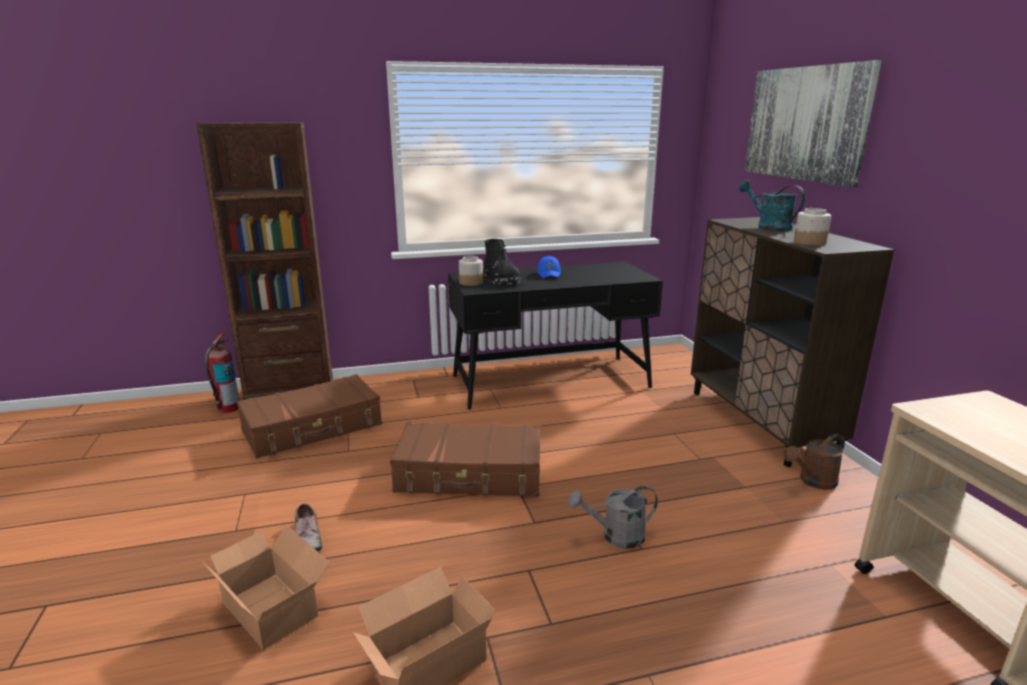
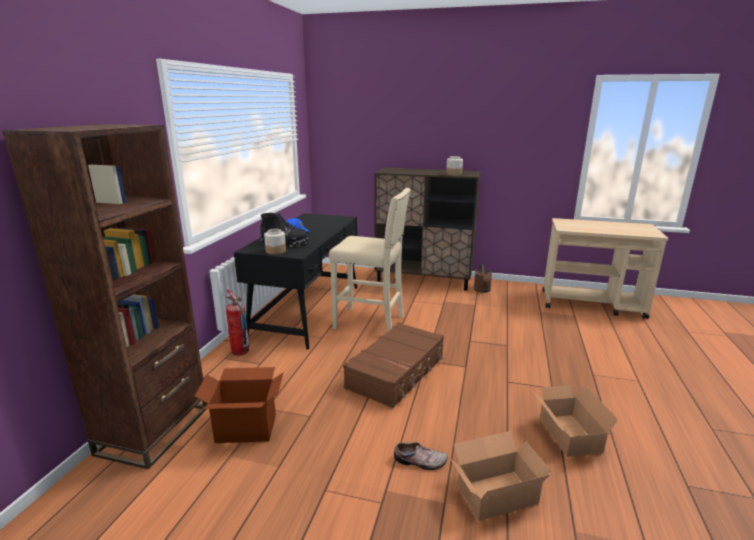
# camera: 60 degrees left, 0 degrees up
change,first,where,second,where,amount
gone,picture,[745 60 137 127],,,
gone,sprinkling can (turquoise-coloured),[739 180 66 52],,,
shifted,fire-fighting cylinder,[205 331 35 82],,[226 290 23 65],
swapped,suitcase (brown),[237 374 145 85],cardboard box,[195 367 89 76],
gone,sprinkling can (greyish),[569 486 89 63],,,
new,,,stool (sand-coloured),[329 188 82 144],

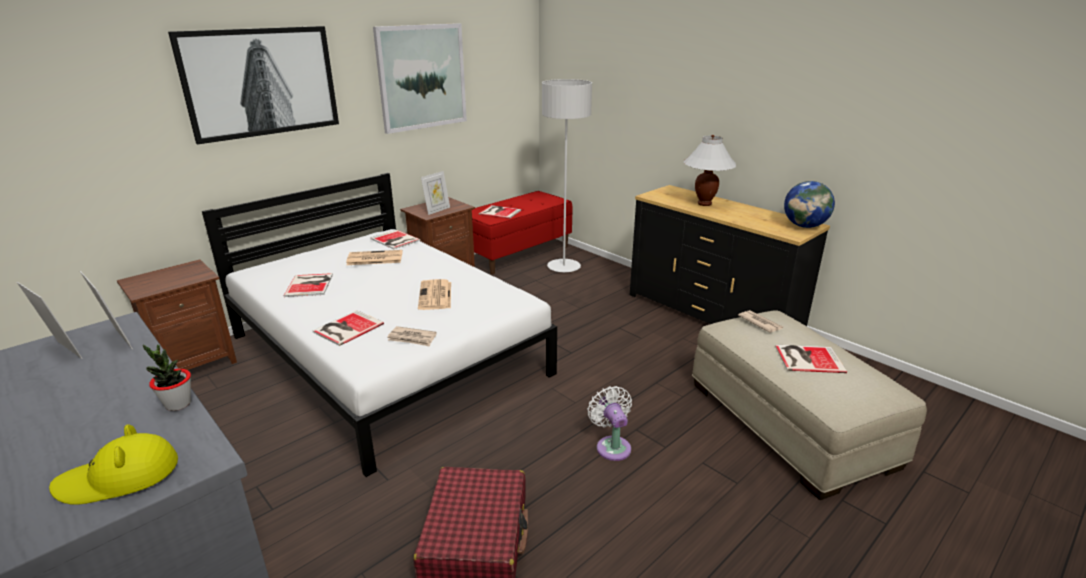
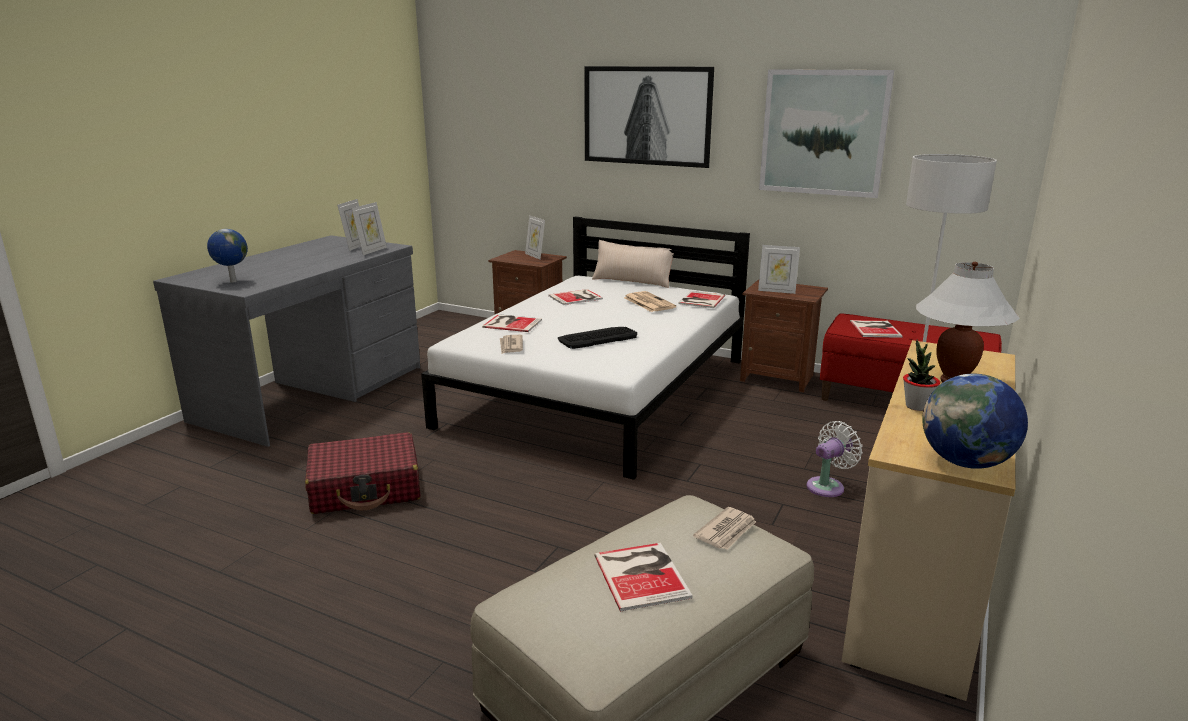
# camera: 70 degrees right, 5 degrees down
change,first,where,second,where,amount
repainted,chest of drawers (black),[630 185 200 141],chest of drawers (sand-coloured),[842 340 173 361],
swapped,daily paper,[418 279 33 31],keyboard,[558 327 79 22],
shifted,potted plant,[143 344 48 67],,[903 339 37 72],
shifted,cooling fan (white-coloured),[588 386 44 75],,[807 421 56 76],
swapped,clothing hat (yellow),[49 424 129 80],world globe,[207 229 41 54],
new,,,standing frame,[525 215 20 44],
new,,,pillow (sand-coloured),[592 240 82 48],

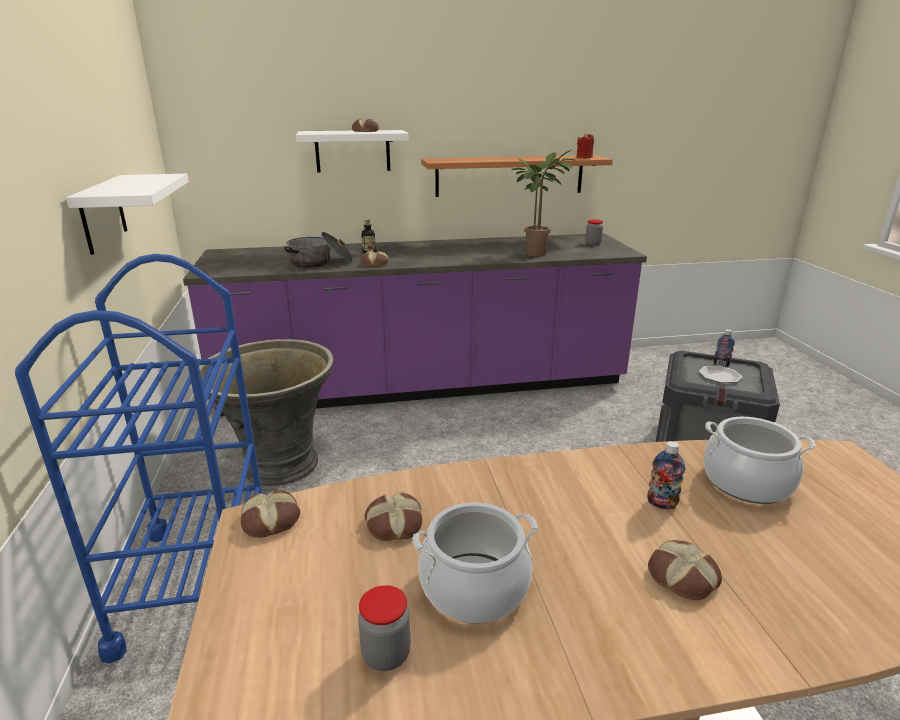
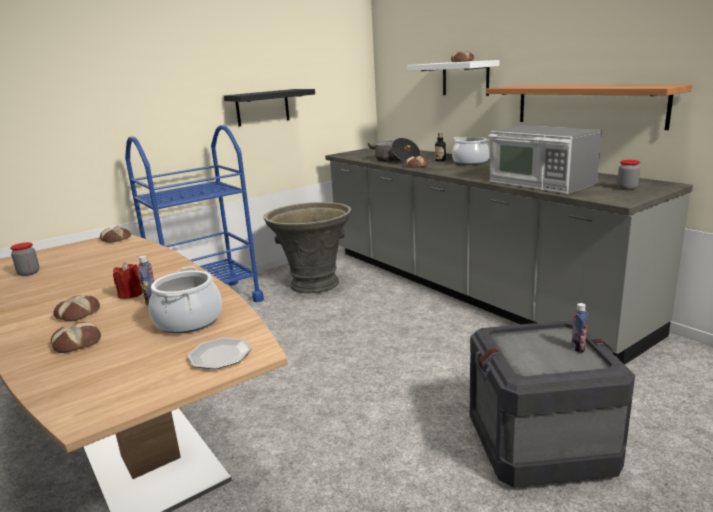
# camera: 65 degrees right, 5 degrees down
change,first,where,second,where,amount
shifted,wax light (reddish),[576 133 18 25],,[113 262 30 37],
swapped,potted plant,[511 150 63 107],microwave,[488 125 114 69],
repainted,bracket shelf (white-coloured),[66 174 123 81],bracket shelf (black),[224 89 91 37],
repainted,kitchen base unit (purplish),[183 233 464 184],kitchen base unit (greyish),[325 148 368 217],
shifted,plate,[699 366 43 17],,[187 337 64 32],
shifted,bakery bread,[364 492 58 49],,[51 322 50 31],
shifted,stockpot,[412 503 126 121],,[452 137 38 28],

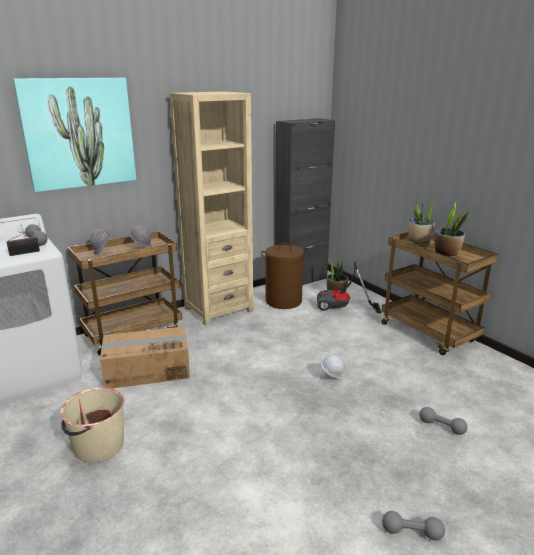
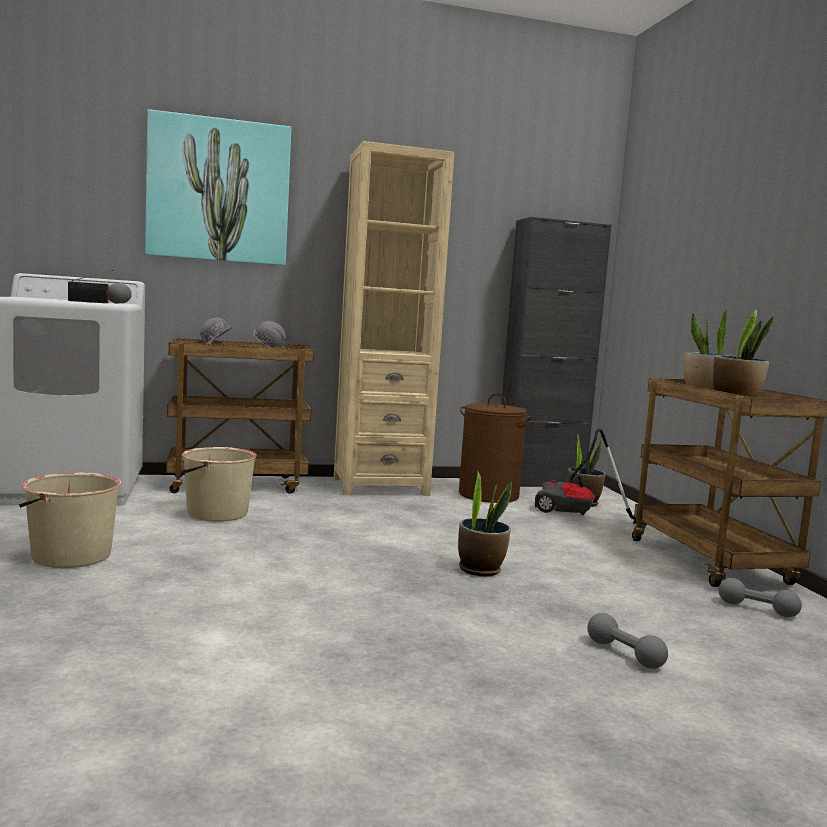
# camera: 20 degrees right, 15 degrees down
change,first,where,second,where,amount
swapped,cardboard box,[100 326 90 62],bucket (sand-coloured),[180 447 77 75],
swapped,work helmet (white-coloured),[321 355 24 25],potted plant,[458 470 54 106],
shifted,dumbbell (greyish),[382 511 63 29],,[719 578 83 39],

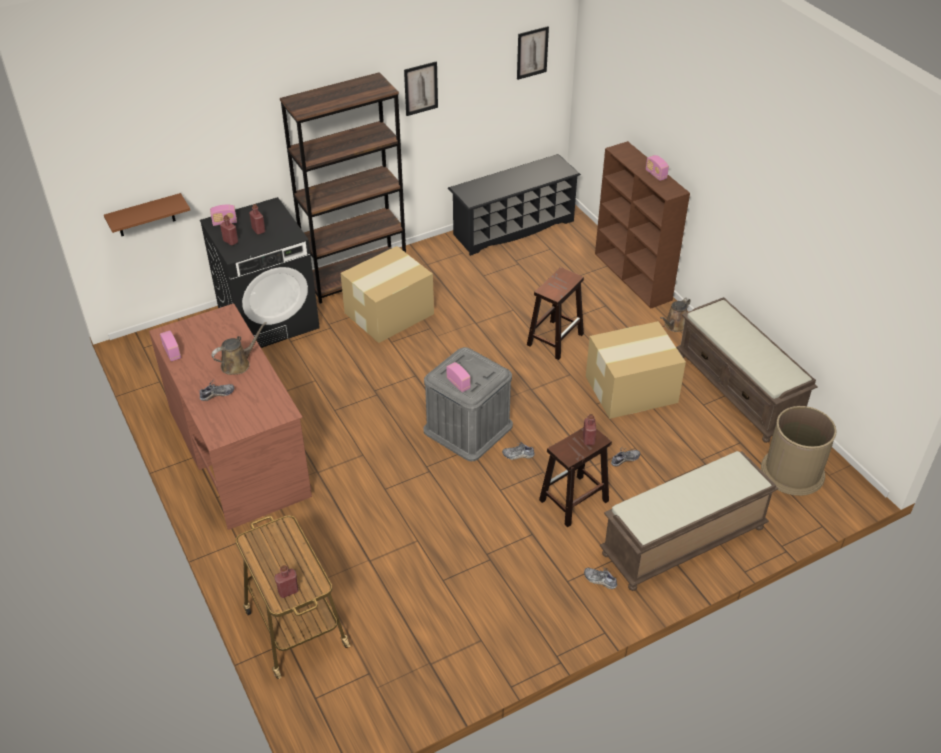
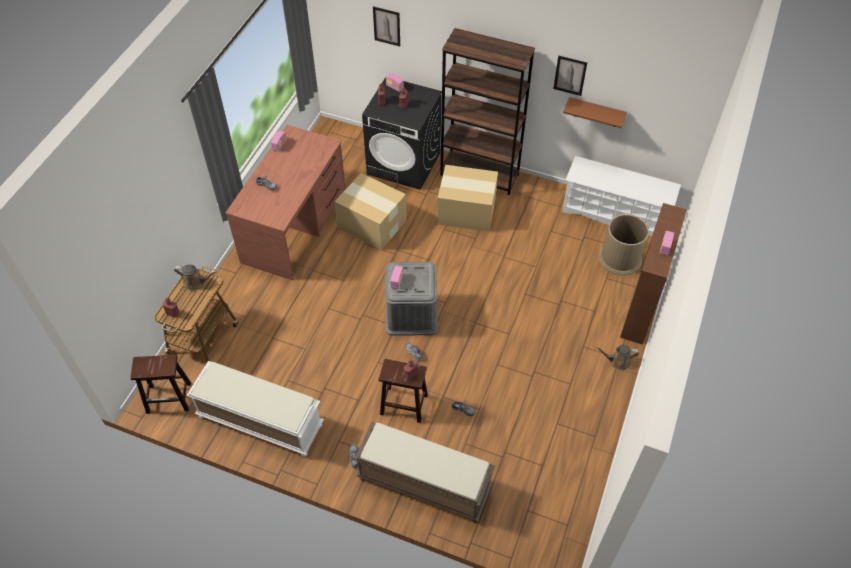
# camera: 50 degrees right, 10 degrees up
change,first,where,second,where,amount
shifted,picture,[517 26 32 54],,[373 6 27 40],
repainted,shoe stand (black),[448 154 133 102],shoe stand (white-coloured),[562 156 119 81],
shifted,bracket shelf (brown),[104 193 86 43],,[563 97 64 31],
shifted,stool (brown),[527 267 57 93],,[130 354 61 60],
gone,long seat (brown),[676 297 141 146],,,
shifted,cardboard box,[586 321 100 98],,[334 173 73 77],
shifted,sprinkling can (brown),[211 322 56 53],,[174 264 43 27],
shifted,trash can (brown),[761 406 75 90],,[599 214 50 62],
new,,,long seat (white-coloured),[186 361 138 96],

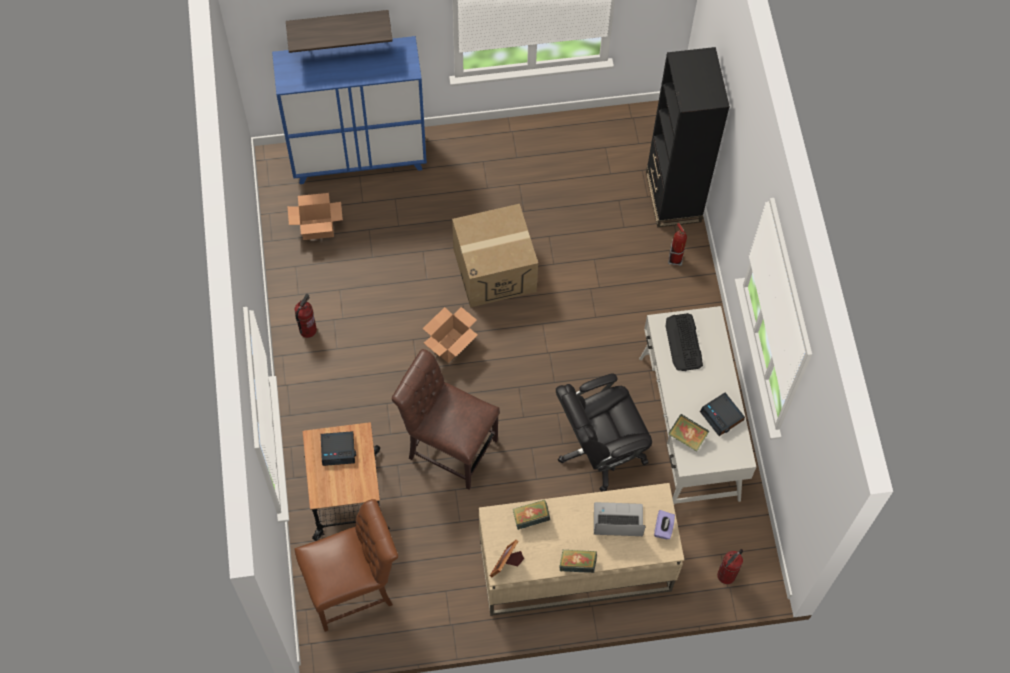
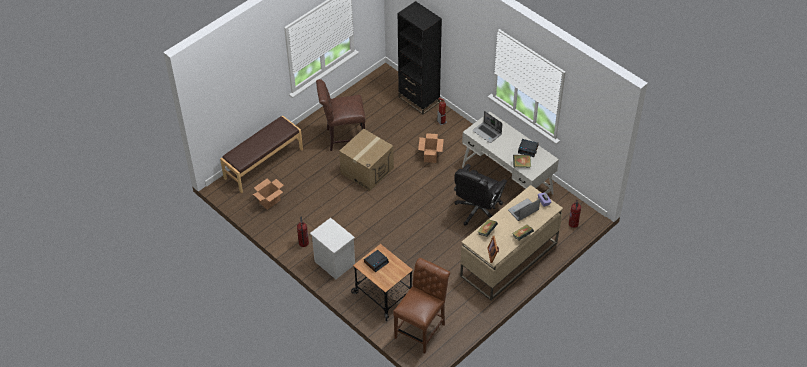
# camera: 35 degrees left, 15 degrees down
change,first,where,second,where,amount
gone,bracket shelf,[286 10 107 43],,,
swapped,storage cabinet (blue-coloured),[272 36 155 148],long seat (brown),[220 116 83 77],
shifted,cardboard box,[423 307 55 56],,[418 133 26 30],
swapped,keyboard,[665 313 38 58],portable computer,[473 111 29 32],
shifted,upright chair (brown),[392 349 108 141],,[316 79 49 72],
new,,,bedside table (white-coloured),[310 218 45 61],

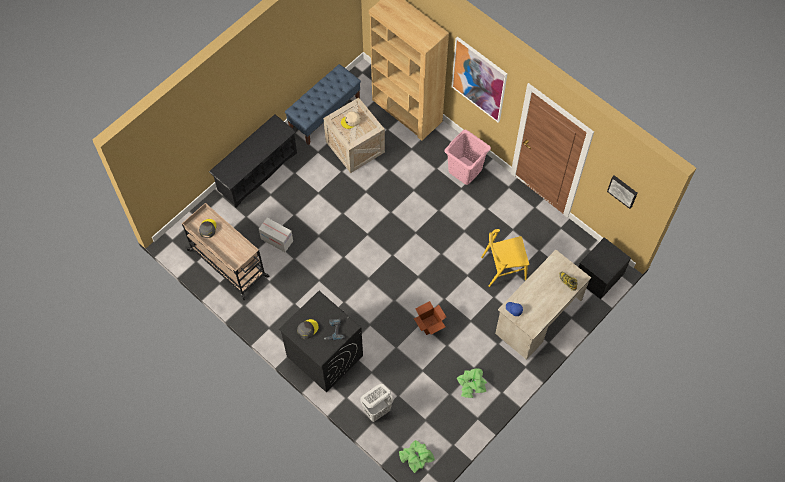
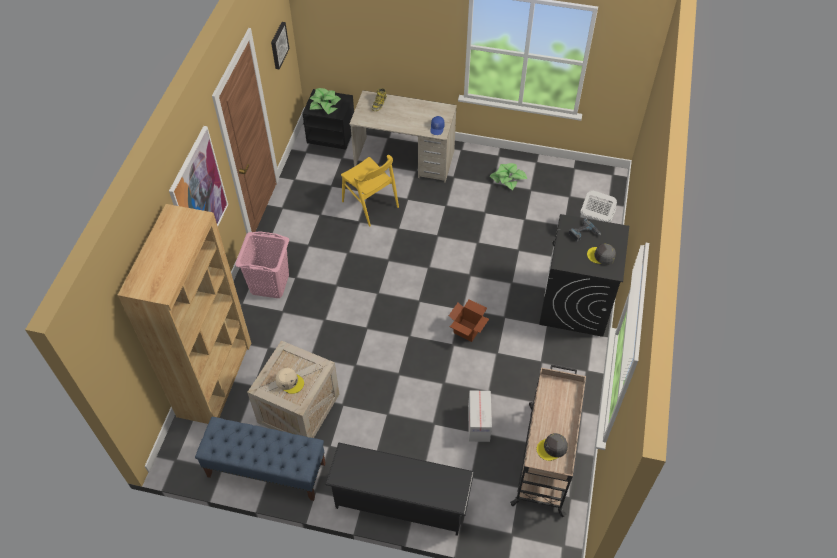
# camera: 120 degrees left, 10 degrees down
change,first,where,second,where,amount
shifted,cardboard box,[414 301 32 34],,[449 299 40 43],
shifted,potted plant,[399 440 36 33],,[310 88 31 27],

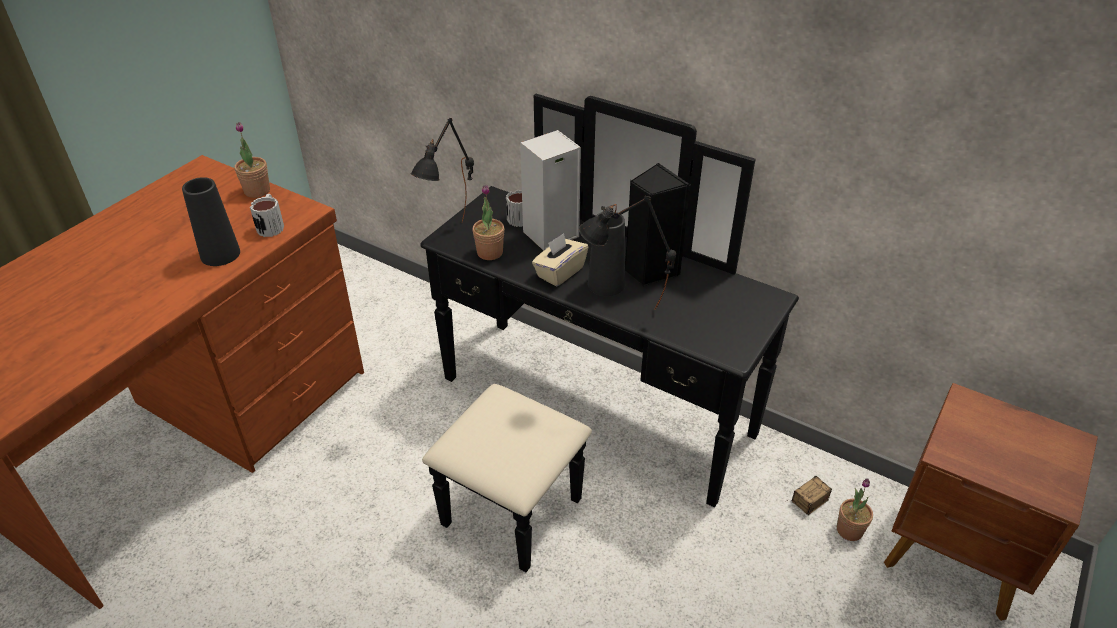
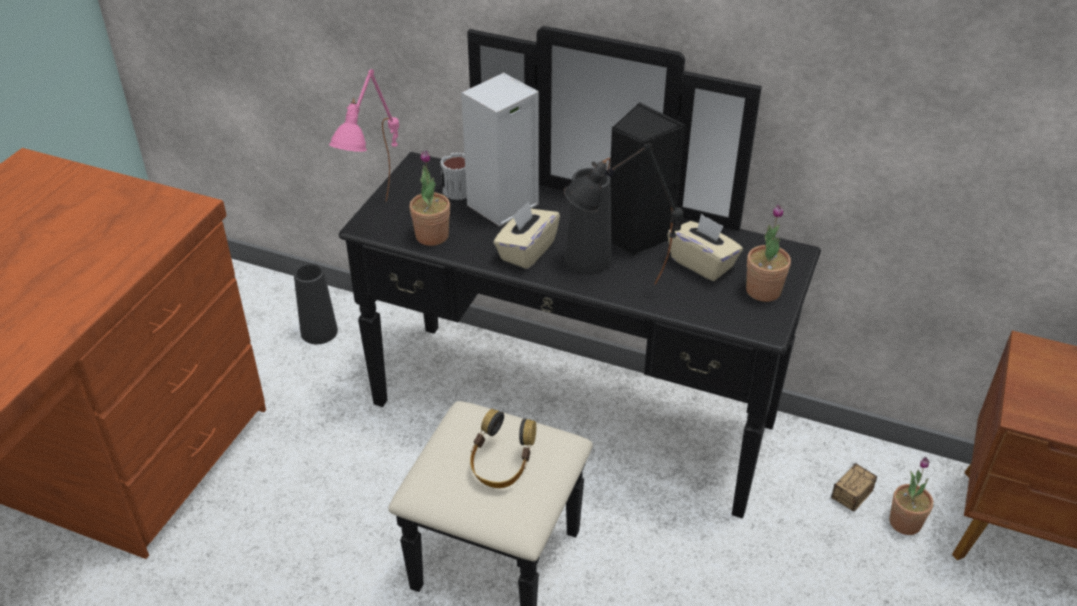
# camera: 10 degrees left, 0 degrees up
change,first,where,second,where,amount
repainted,table lamp (black),[411 118 63 104],table lamp (pink-coloured),[329 69 70 132],
shifted,potted plant,[234 122 36 76],,[746 204 45 98],
shifted,flower vase (black),[182 177 58 89],,[294 263 44 81],
gone,tea mug,[250 194 34 43],,,
new,,,tissue box (sand-coloured),[667 213 76 68],
new,,,pair of headphones,[470 409 66 79],

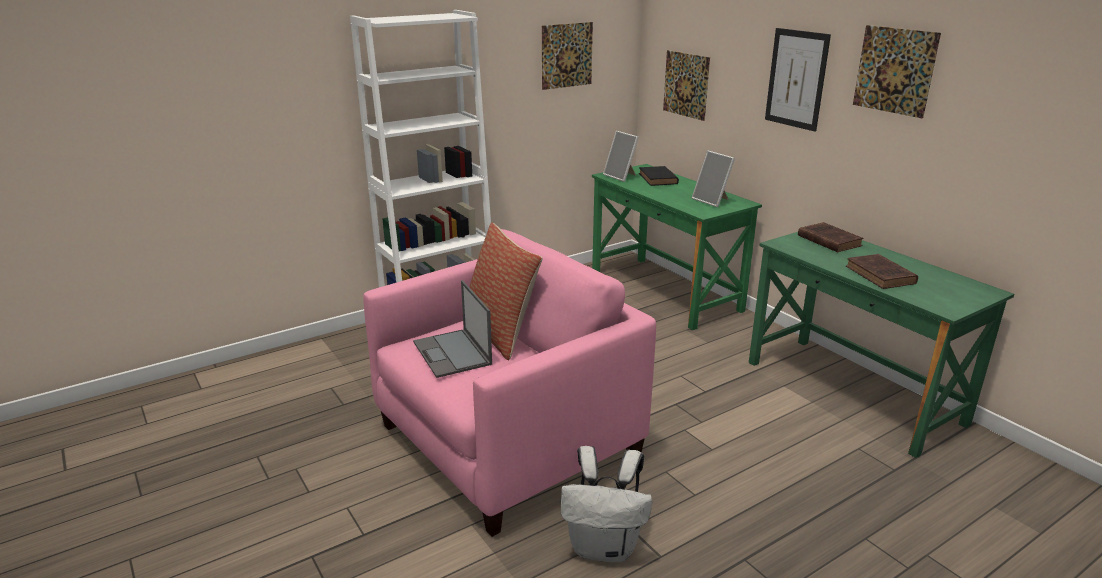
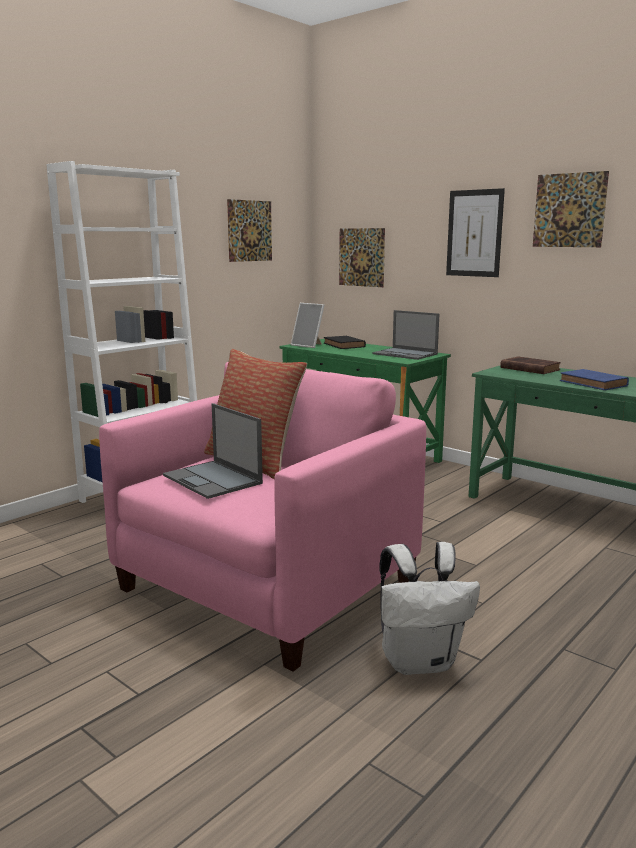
# camera: 15 degrees left, 10 degrees down
change,first,where,second,where,amount
swapped,standing frame,[692 151 43 56],portable computer,[373 310 66 50],
repainted,volume (brown),[846 254 72 35],volume (blue-coloured),[560 369 69 21],

